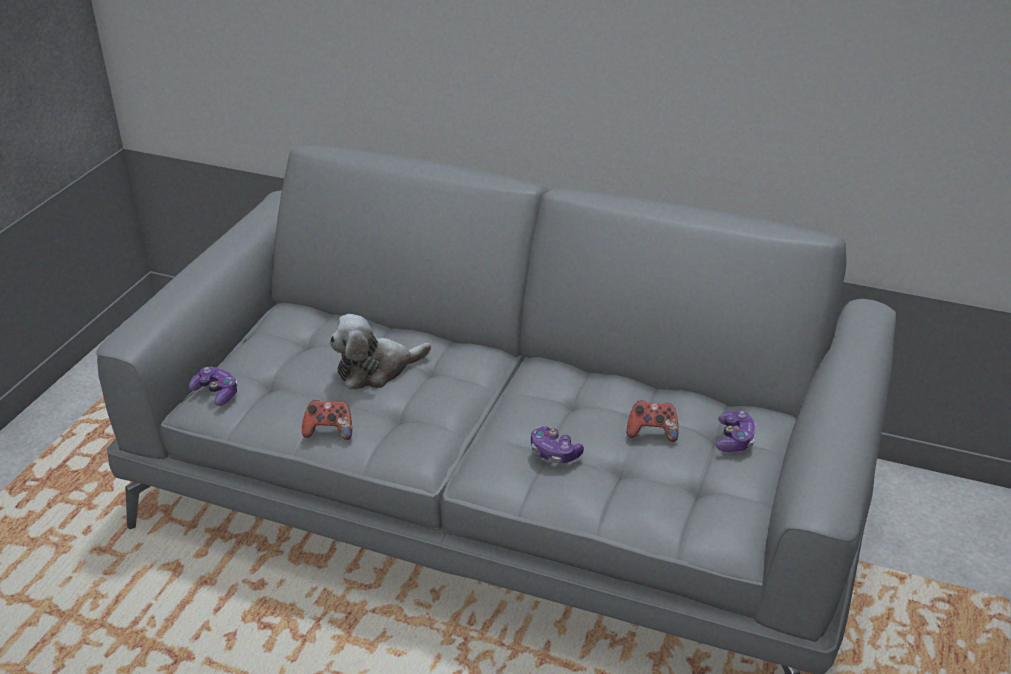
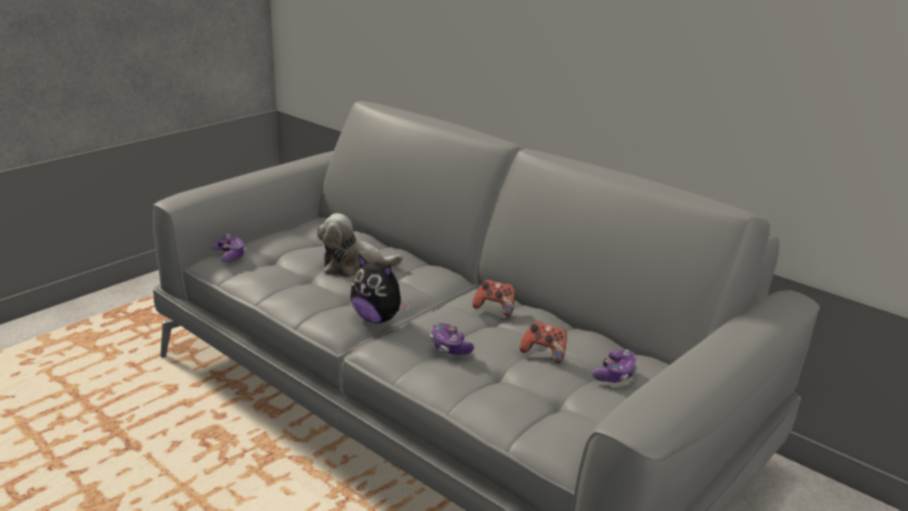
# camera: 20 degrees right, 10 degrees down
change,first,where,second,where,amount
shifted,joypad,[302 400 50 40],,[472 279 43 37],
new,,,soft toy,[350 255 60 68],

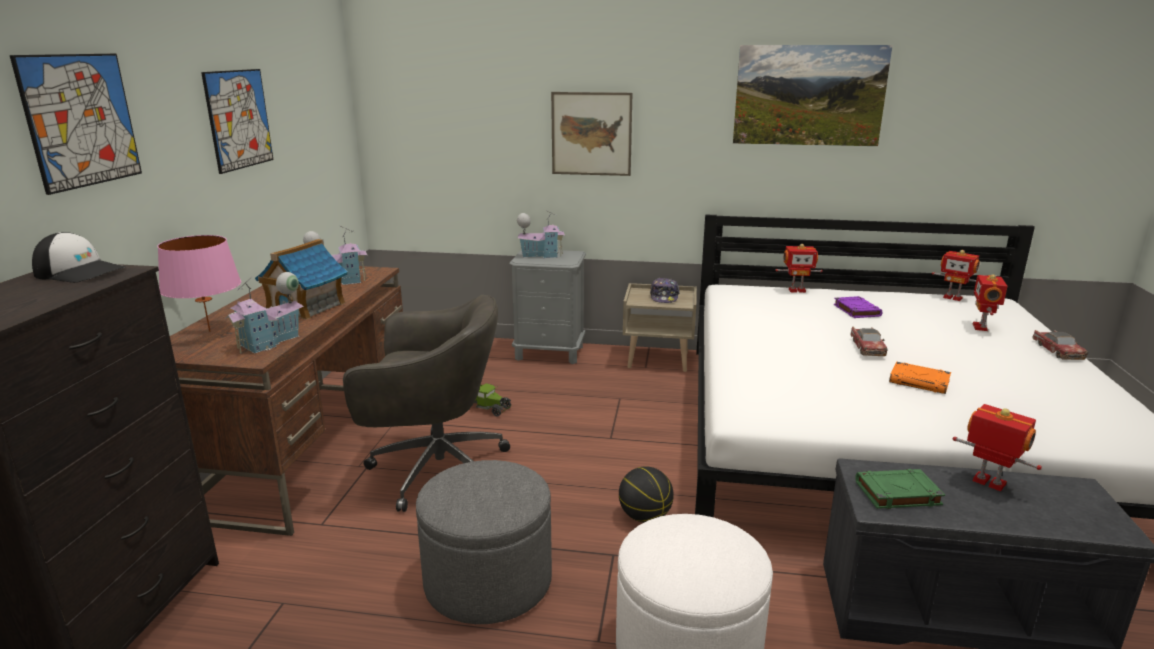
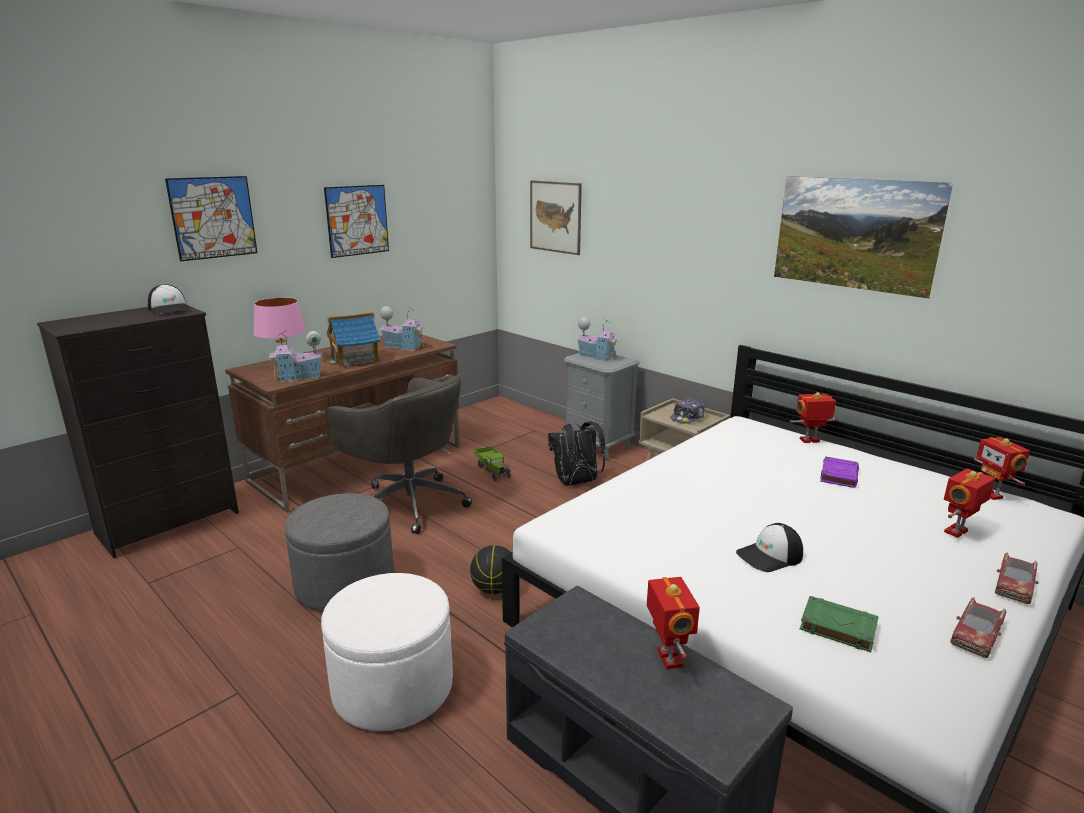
# camera: 35 degrees right, 0 degrees up
change,first,where,second,where,amount
shifted,picture,[551 92 81 84],,[530 180 52 75],
rotated,toy robot,[775 244 48 49],,[789 392 49 51],135 degrees clockwise
shifted,toy car,[850 327 37 29],,[950 597 56 61],
swapped,volume (orange),[889 362 62 32],baseball cap,[736 523 67 49],
shifted,volume (green-coloured),[855 469 90 40],,[800 596 79 56],
new,,,backpack (black),[548 421 58 65],

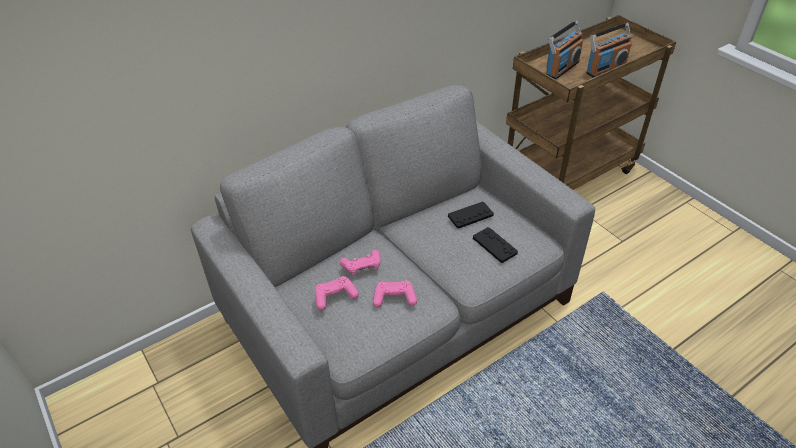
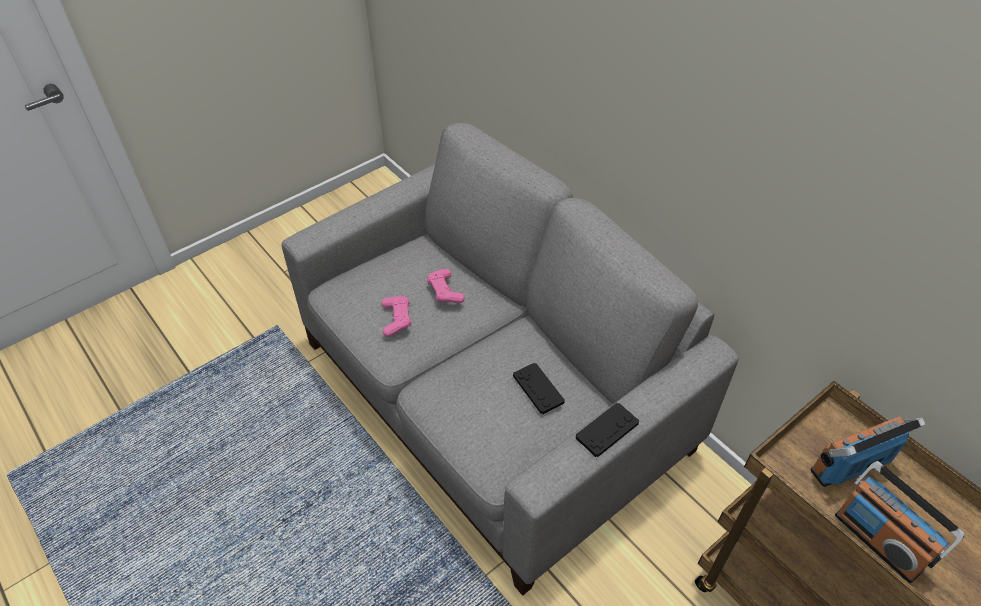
# camera: 85 degrees right, 5 degrees up
change,first,where,second,where,amount
rotated,radio,[546 21 37 58],,[810 416 116 71],120 degrees clockwise
shifted,joypad (black),[473 227 45 36],,[576 403 63 54],
gone,joypad (pink-coloured),[315 276 44 34],,,

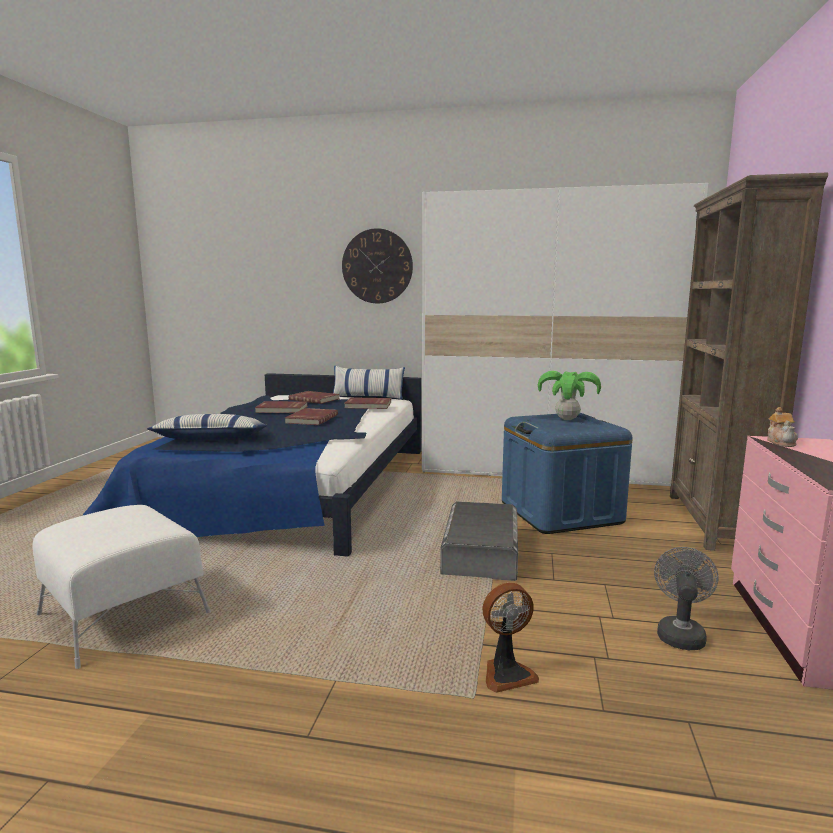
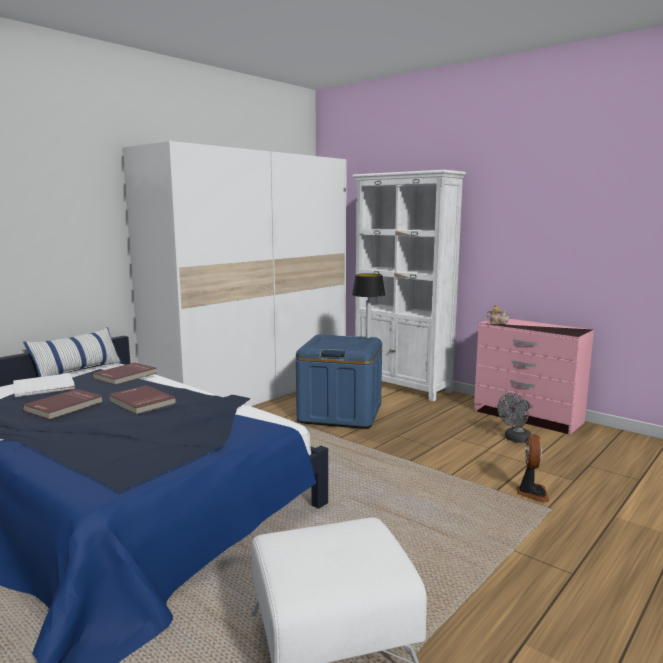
# camera: 60 degrees left, 0 degrees up
change,first,where,second,where,amount
repainted,shelving unit (brown),[670 172 158 379],shelving unit (white-coloured),[353 170 113 231],
gone,hanging clock,[342 228 71 75],,,
gone,potted plant,[538 371 63 49],,,
repainted,volume (reddish),[288 391 52 13],volume (white-coloured),[13 373 62 24],
gone,pillow,[147 414 120 26],,,
gone,storage bin (greyish),[440 501 78 80],,,
rotated,cooling fan (greyish),[654 547 64 103],,[497 393 35 50],90 degrees counterclockwise
new,,,table lamp,[352 274 33 64],

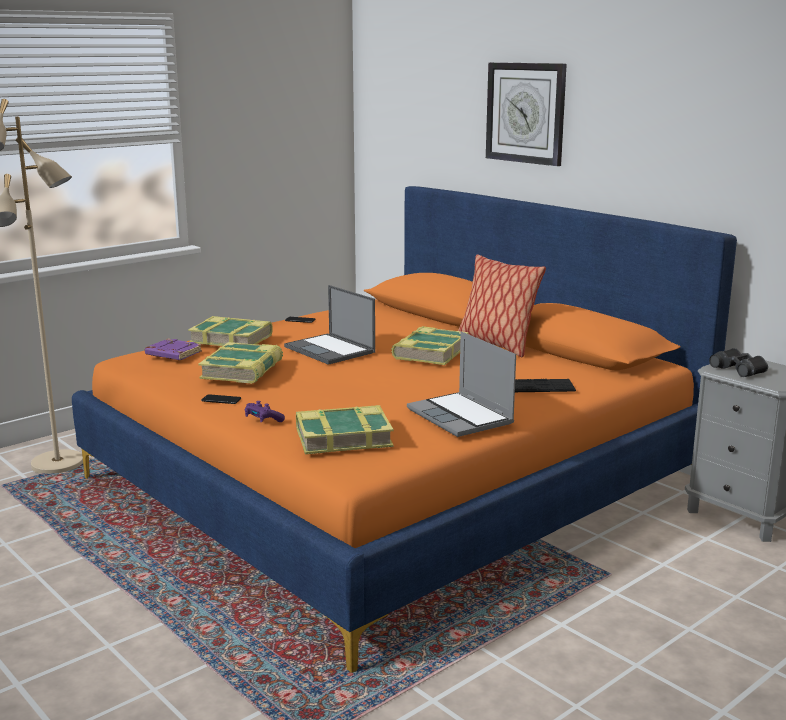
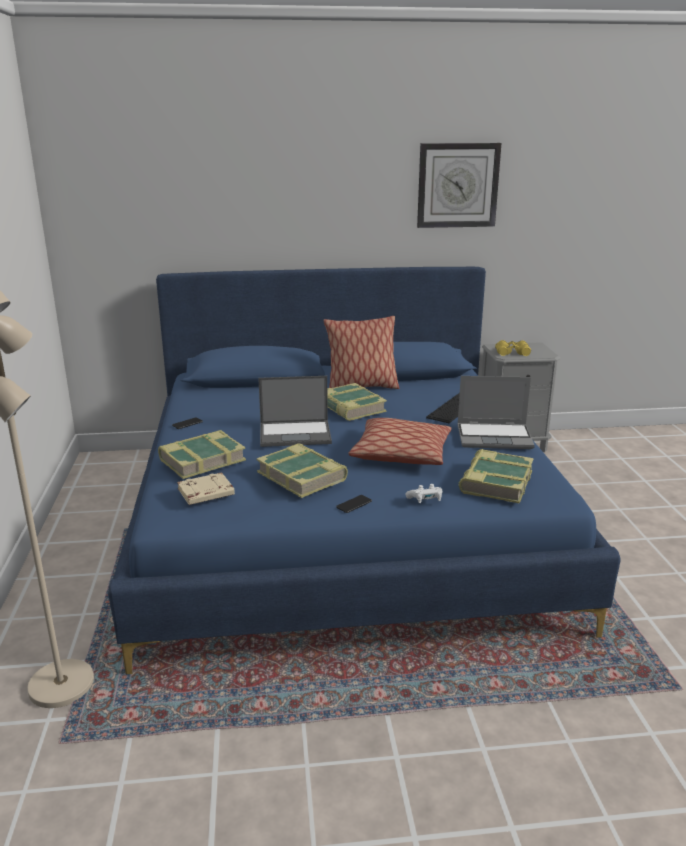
# camera: 55 degrees left, 5 degrees up
change,first,where,second,where,amount
shifted,hanging clock,[486 62 81 104],,[417 143 85 85],
repainted,sleeping bed (orange),[72 186 665 487],sleeping bed (blue-coloured),[108 267 513 407],
repainted,volume (purplish),[145 339 57 21],volume (sand-coloured),[177 472 58 33],
repainted,binoculars (black),[709 348 59 29],binoculars (yellow),[495 340 36 16],
repainted,joypad (purplish),[245 401 40 21],joypad (white-coloured),[406 484 36 19],
new,,,pillow,[348 418 104 47],

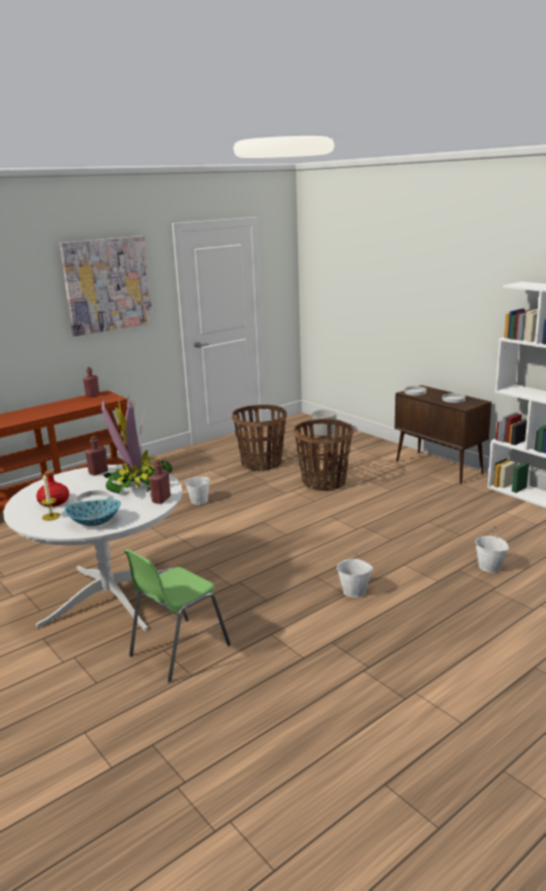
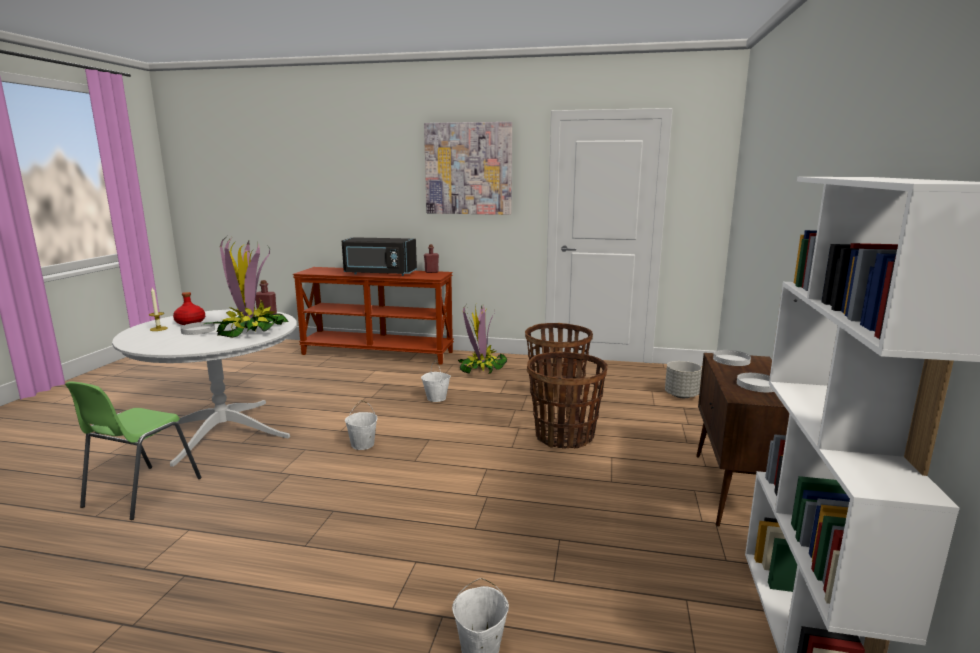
# camera: 50 degrees right, 5 degrees down
change,first,where,second,where,amount
gone,drink bottle (reddish),[149 460 22 44],,,
gone,serving bowl,[65 499 56 27],,,
rotated,upright chair (green-coloured),[124 549 107 134],,[65 382 136 138],75 degrees counterclockwise
shifted,bucket (white-coloured),[337 549 36 49],,[345 401 32 49],
new,,,microwave (black),[342 237 75 39],
new,,,potted plant,[458 305 49 69],

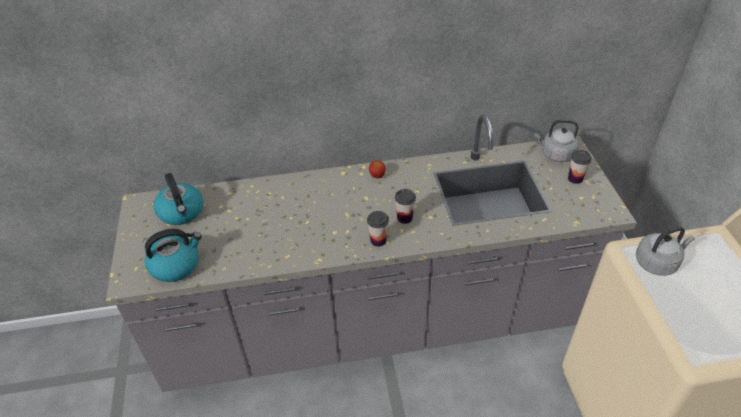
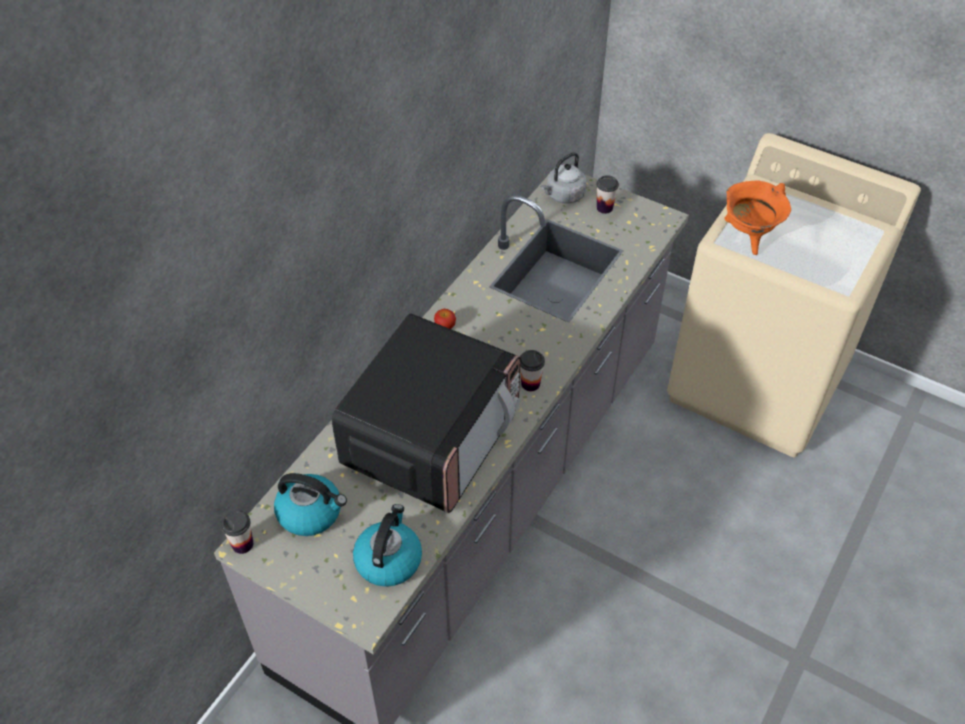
# camera: 50 degrees left, 5 degrees up
change,first,where,second,where,amount
shifted,drinking cup,[395 189 21 35],,[221 510 32 44],
swapped,kettle (greyish),[636 227 59 49],stockpot (orange),[724 180 67 75],
new,,,microwave,[332 314 189 199],

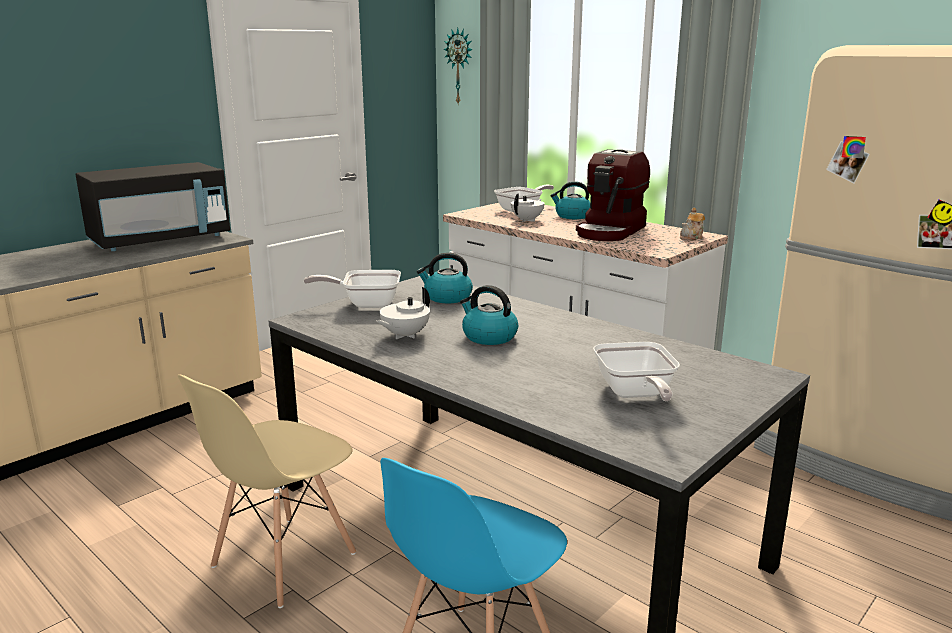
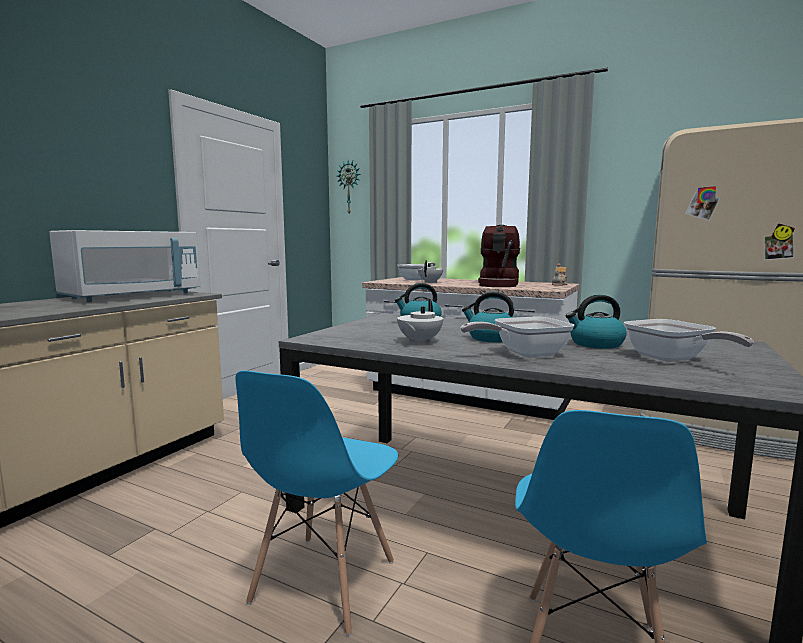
# camera: 15 degrees left, 10 degrees down
change,first,where,second,where,amount
repainted,microwave (black),[76 162 154 89],microwave (white-coloured),[49 230 151 72],
shifted,kettle,[550 181 40 38],,[566 295 61 54],
shifted,skillet,[304 270 97 38],,[461 317 114 40],
repainted,upright chair (sand-coloured),[178 374 178 234],upright chair (blue-coloured),[235 370 163 266],

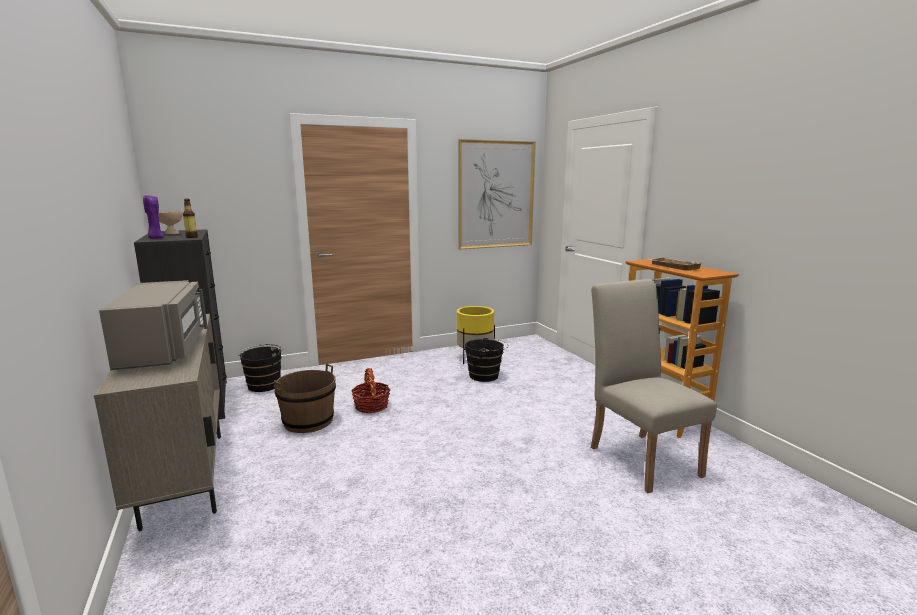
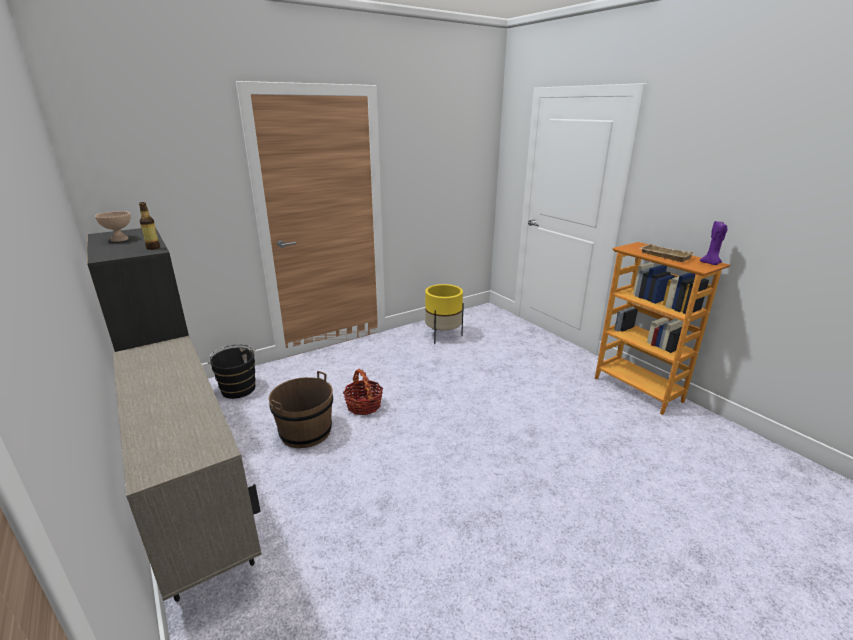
# camera: 10 degrees left, 10 degrees up
change,first,where,second,where,amount
gone,picture,[459 139 77 111],,,
shifted,wax light (purplish),[143 195 22 44],,[700 221 28 44],
gone,upright chair (sand-coloured),[591 279 126 214],,,
gone,microwave (greyish),[99 280 109 90],,,
gone,bucket (black),[465 337 44 45],,,

